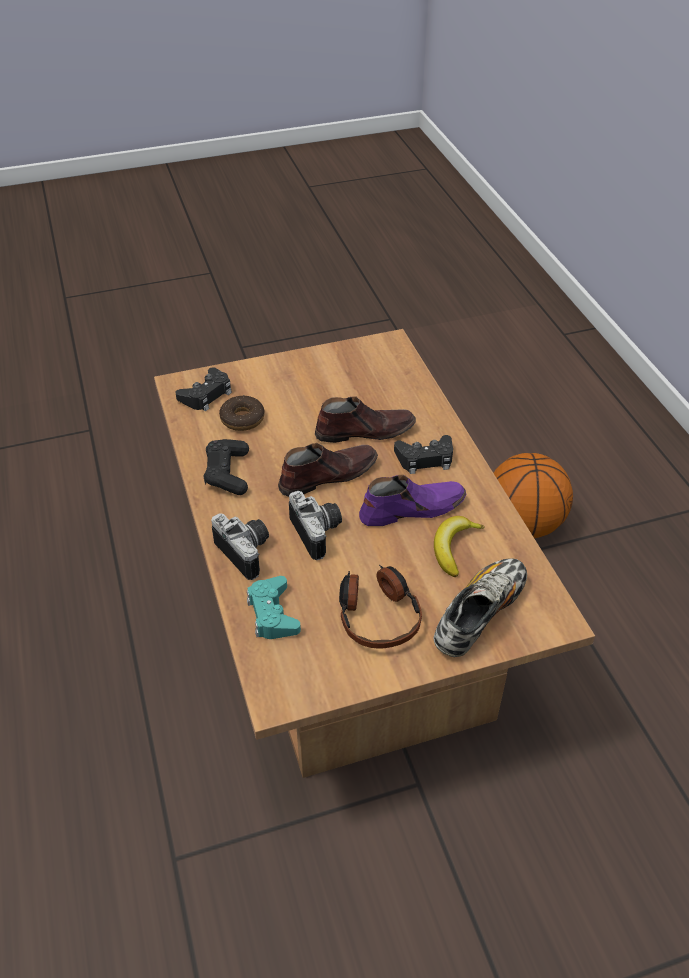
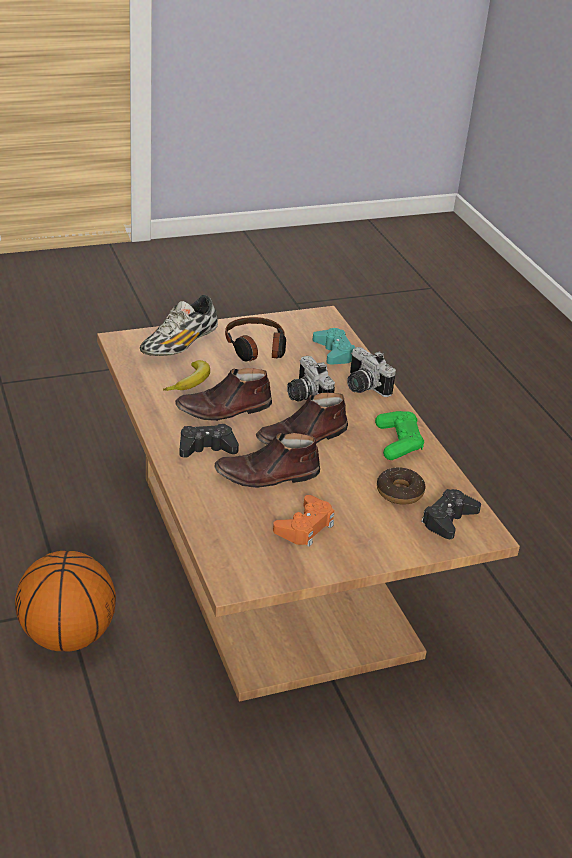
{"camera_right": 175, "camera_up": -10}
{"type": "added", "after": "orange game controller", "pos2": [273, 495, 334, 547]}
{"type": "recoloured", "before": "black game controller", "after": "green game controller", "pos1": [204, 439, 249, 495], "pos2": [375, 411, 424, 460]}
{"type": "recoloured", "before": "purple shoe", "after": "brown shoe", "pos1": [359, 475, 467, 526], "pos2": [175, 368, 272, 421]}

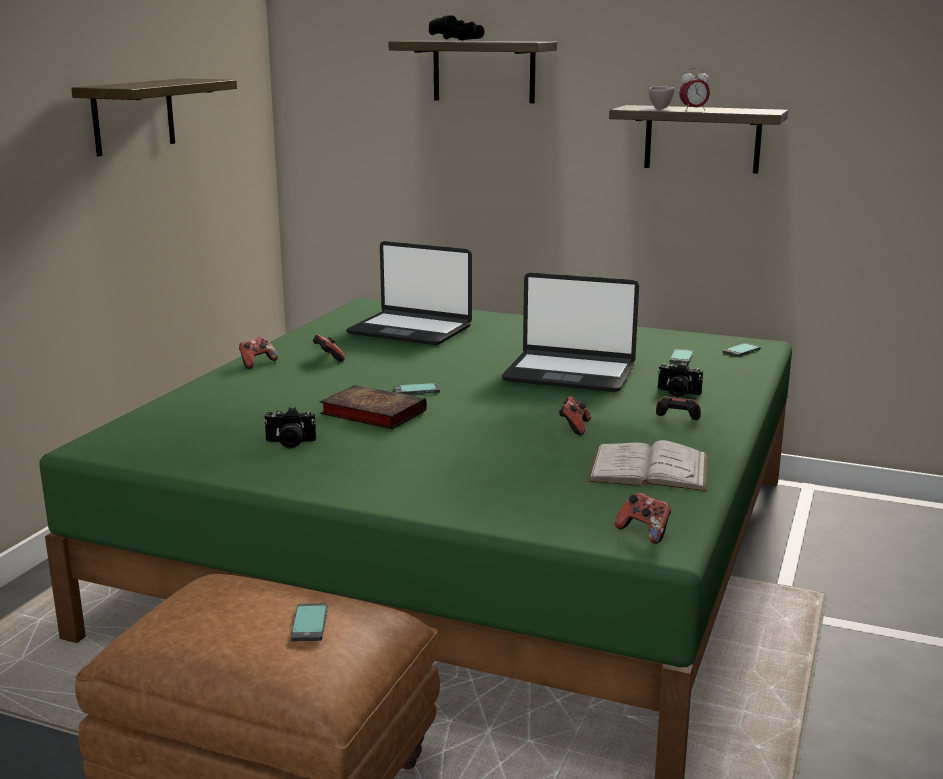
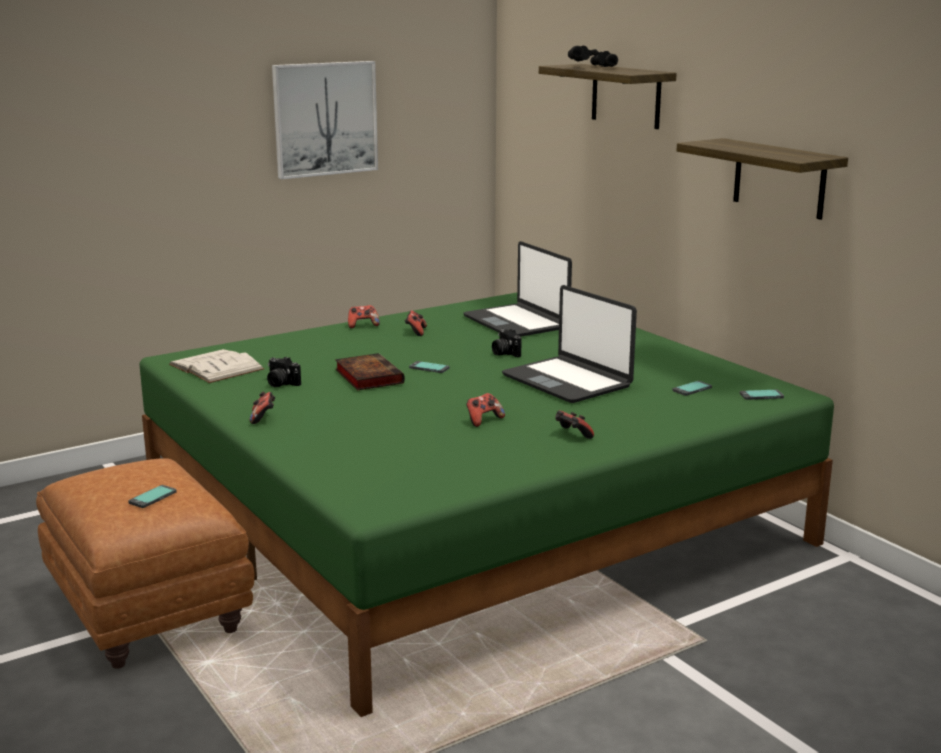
{"camera_right": 35, "camera_up": 0}
{"type": "removed", "before": "beige cup", "pos1": [649, 86, 675, 109]}
{"type": "removed", "before": "alarm clock", "pos1": [679, 68, 710, 111]}
{"type": "moved", "before": "white book", "pos1": [588, 440, 708, 491], "pos2": [169, 349, 264, 383]}
{"type": "moved", "before": "game controller", "pos1": [615, 493, 671, 544], "pos2": [250, 391, 275, 424]}
{"type": "moved", "before": "photo camera", "pos1": [658, 362, 703, 397], "pos2": [492, 328, 522, 357]}
{"type": "replaced", "before": "shelf", "after": "picture", "pos1": [71, 78, 237, 156], "pos2": [272, 61, 378, 179]}

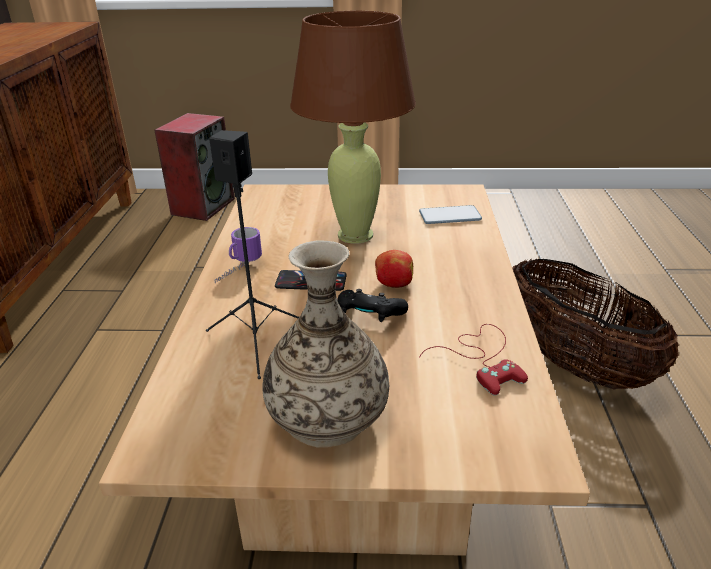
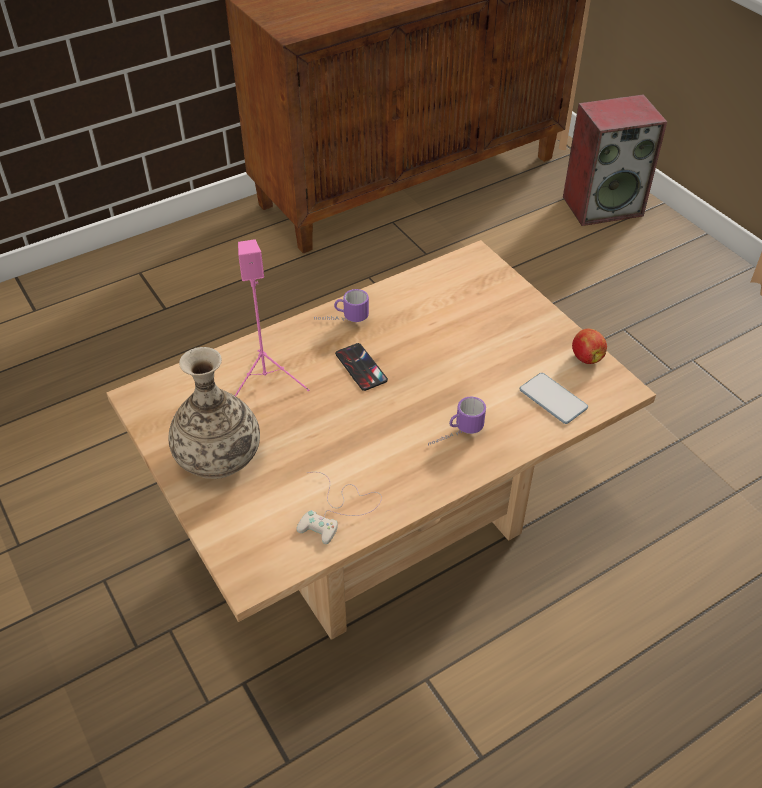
{"camera_right": 55, "camera_up": 15}
{"type": "removed", "before": "brown table lamp", "pos1": [290, 10, 416, 244]}
{"type": "removed", "before": "black game controller", "pos1": [337, 289, 408, 322]}
{"type": "removed", "before": "basket", "pos1": [512, 258, 679, 390]}
{"type": "added", "after": "mug", "pos2": [428, 397, 486, 446]}
{"type": "moved", "before": "apple", "pos1": [375, 250, 413, 288], "pos2": [572, 329, 607, 364]}
{"type": "recoloured", "before": "black speaker", "after": "pink speaker", "pos1": [206, 130, 299, 379], "pos2": [235, 239, 309, 396]}
{"type": "recoloured", "before": "red game controller", "after": "white game controller", "pos1": [419, 324, 528, 396], "pos2": [296, 472, 382, 544]}

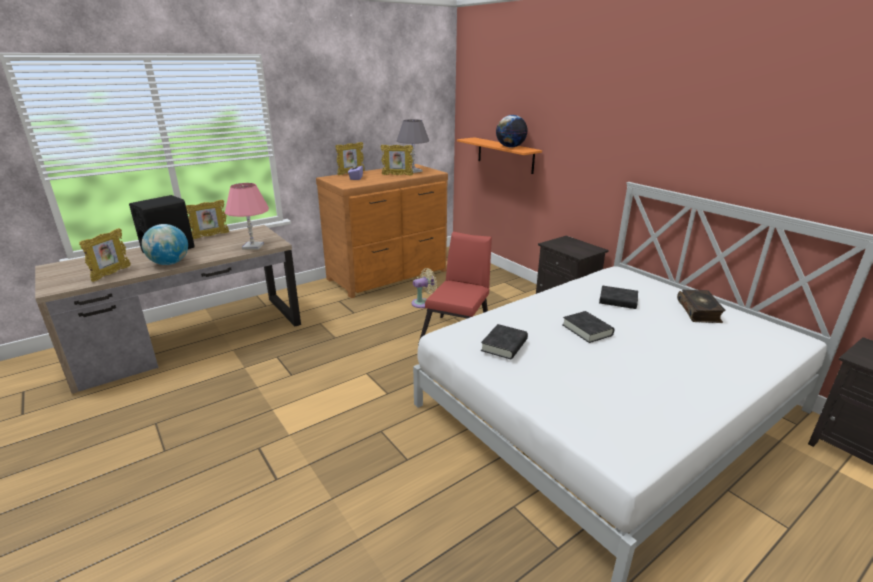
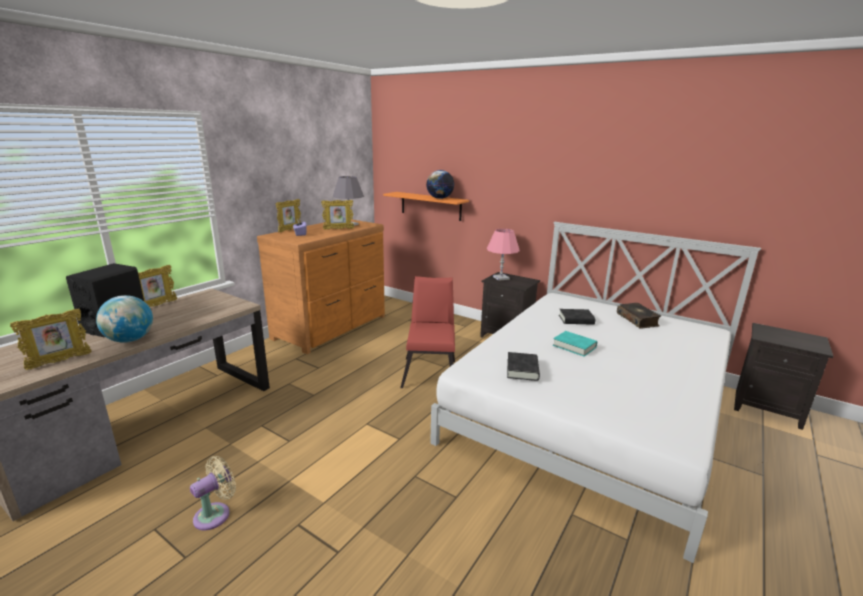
{"camera_right": -20, "camera_up": -5}
{"type": "moved", "before": "pink table lamp", "pos1": [225, 183, 269, 250], "pos2": [487, 229, 520, 281]}
{"type": "moved", "before": "beige fan", "pos1": [411, 268, 437, 308], "pos2": [190, 456, 236, 530]}
{"type": "recoloured", "before": "black book", "after": "turquoise book", "pos1": [562, 311, 614, 343], "pos2": [553, 331, 597, 357]}
{"type": "turned", "before": "picture frame", "pos1": [79, 228, 131, 282], "pos2": [10, 308, 92, 370], "turn": 45}

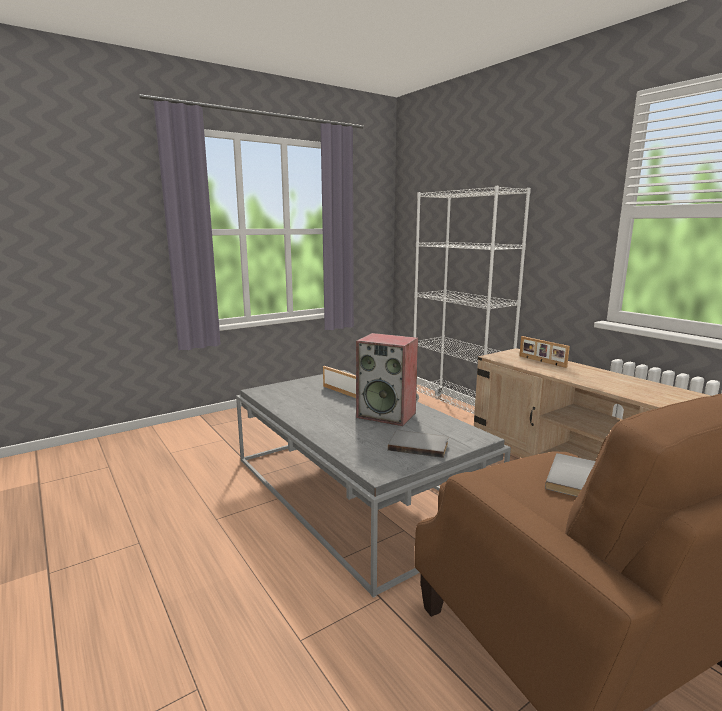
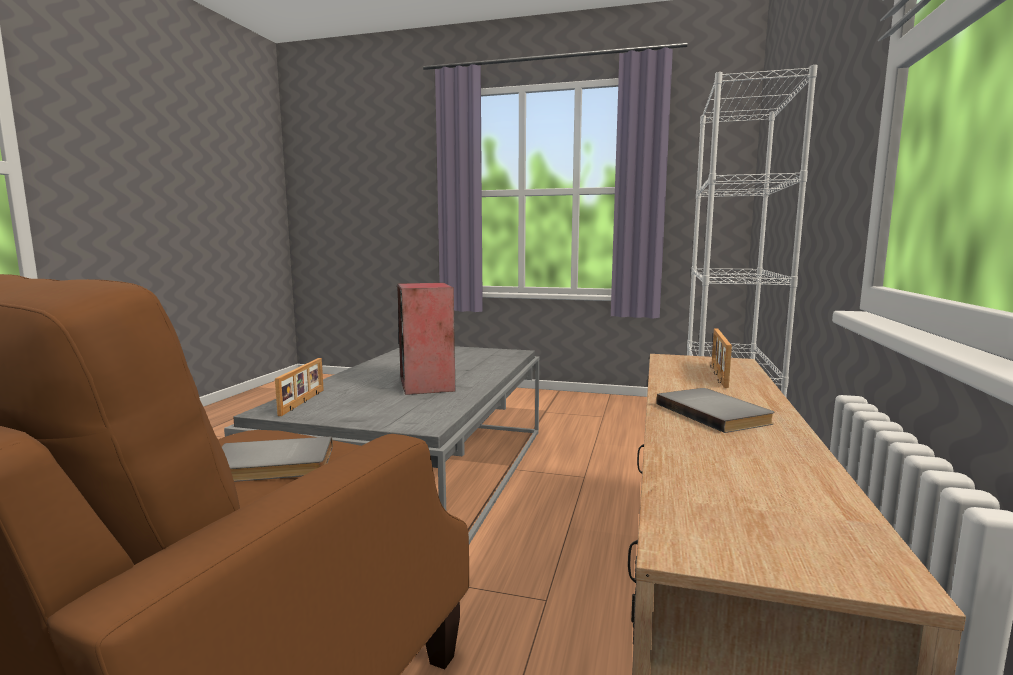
{"camera_right": 50, "camera_up": -5}
{"type": "moved", "before": "picture frame", "pos1": [323, 366, 356, 398], "pos2": [275, 358, 324, 416]}
{"type": "moved", "before": "grey book", "pos1": [388, 430, 448, 458], "pos2": [656, 388, 775, 433]}

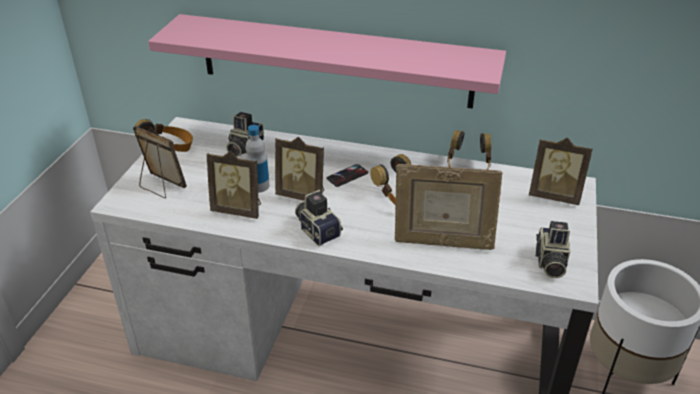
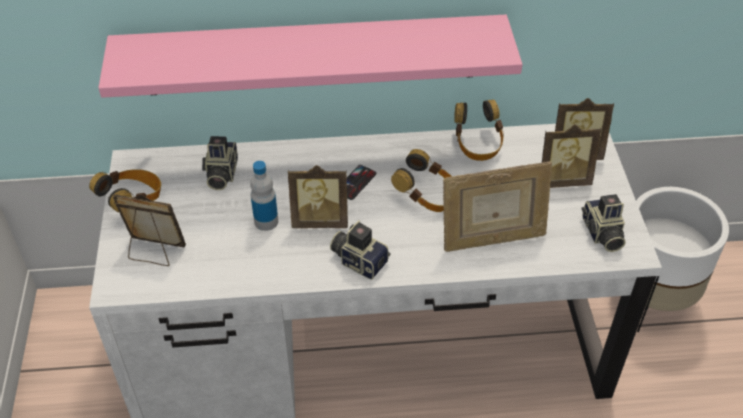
{"camera_right": -20, "camera_up": 10}
{"type": "moved", "before": "picture frame", "pos1": [206, 151, 261, 219], "pos2": [542, 124, 602, 188]}

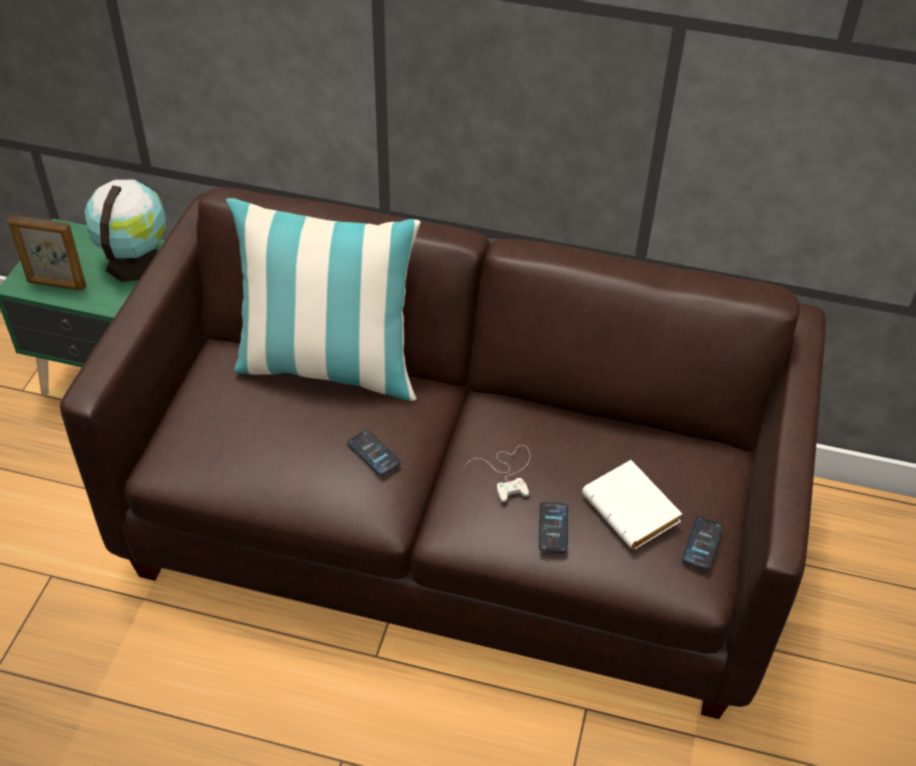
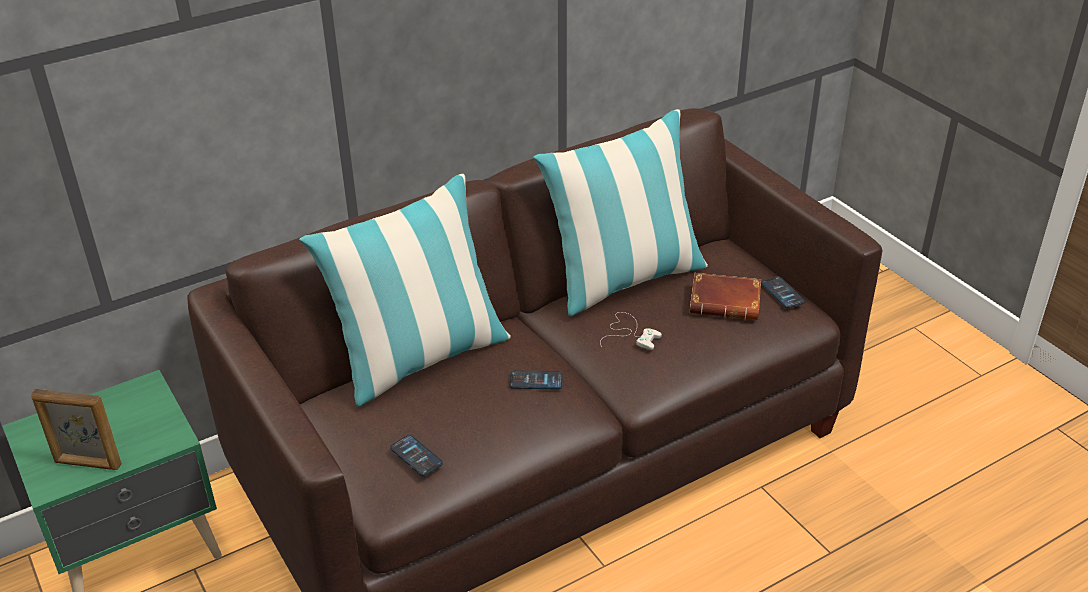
{"camera_right": -45, "camera_up": -10}
{"type": "removed", "before": "globe", "pos1": [84, 180, 167, 282]}
{"type": "added", "after": "pillow", "pos2": [533, 109, 708, 316]}
{"type": "moved", "before": "phone", "pos1": [539, 502, 568, 553], "pos2": [390, 435, 443, 476]}
{"type": "recoloured", "before": "white book", "after": "brown book", "pos1": [582, 460, 682, 550], "pos2": [690, 273, 761, 320]}
{"type": "turned", "before": "picture frame", "pos1": [7, 215, 86, 291], "pos2": [31, 389, 122, 470], "turn": 45}

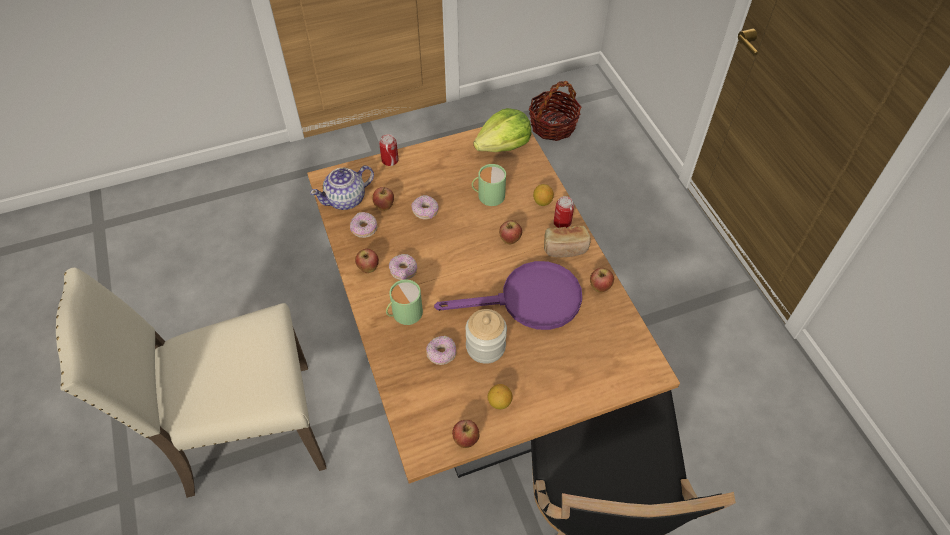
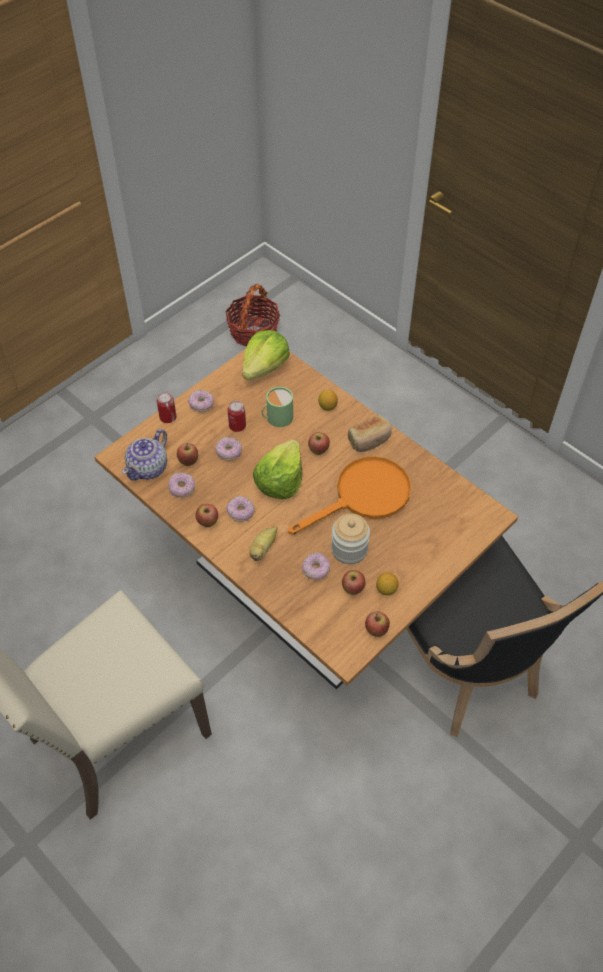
{"camera_right": -25, "camera_up": 0}
{"type": "added", "after": "donut", "pos2": [188, 390, 214, 412]}
{"type": "added", "after": "lettuce", "pos2": [253, 440, 302, 500]}
{"type": "moved", "before": "can", "pos1": [554, 196, 574, 228], "pos2": [228, 401, 246, 432]}
{"type": "moved", "before": "apple", "pos1": [590, 268, 614, 292], "pos2": [342, 570, 366, 595]}
{"type": "replaced", "before": "green mug", "after": "banana", "pos1": [386, 280, 423, 325], "pos2": [249, 526, 278, 561]}
{"type": "recoloured", "before": "purple frying pan", "after": "orange frying pan", "pos1": [434, 261, 582, 330], "pos2": [288, 456, 411, 535]}

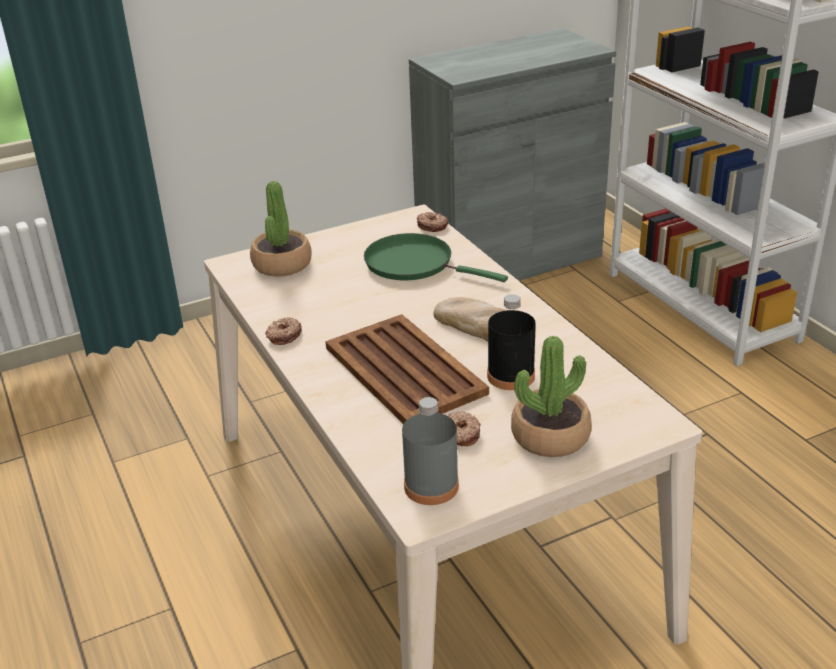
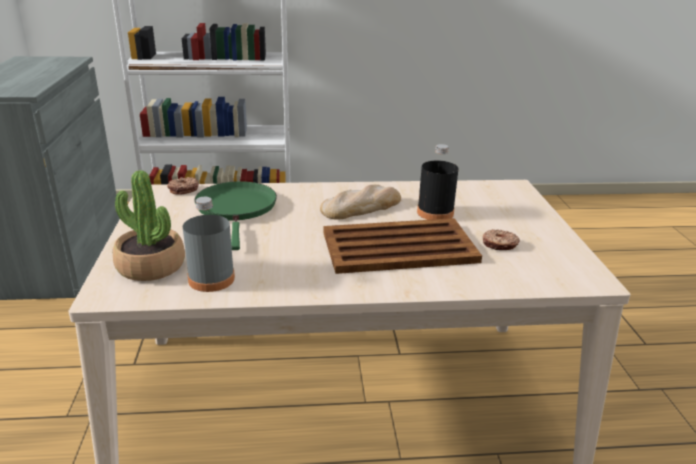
{"camera_right": -70, "camera_up": -5}
{"type": "removed", "before": "donut", "pos1": [265, 317, 302, 345]}
{"type": "removed", "before": "potted plant", "pos1": [511, 336, 592, 457]}
{"type": "moved", "before": "grey bottle", "pos1": [402, 397, 459, 505], "pos2": [183, 197, 235, 292]}
{"type": "turned", "before": "green frying pan", "pos1": [364, 233, 508, 282], "pos2": [195, 181, 277, 250], "turn": 120}

